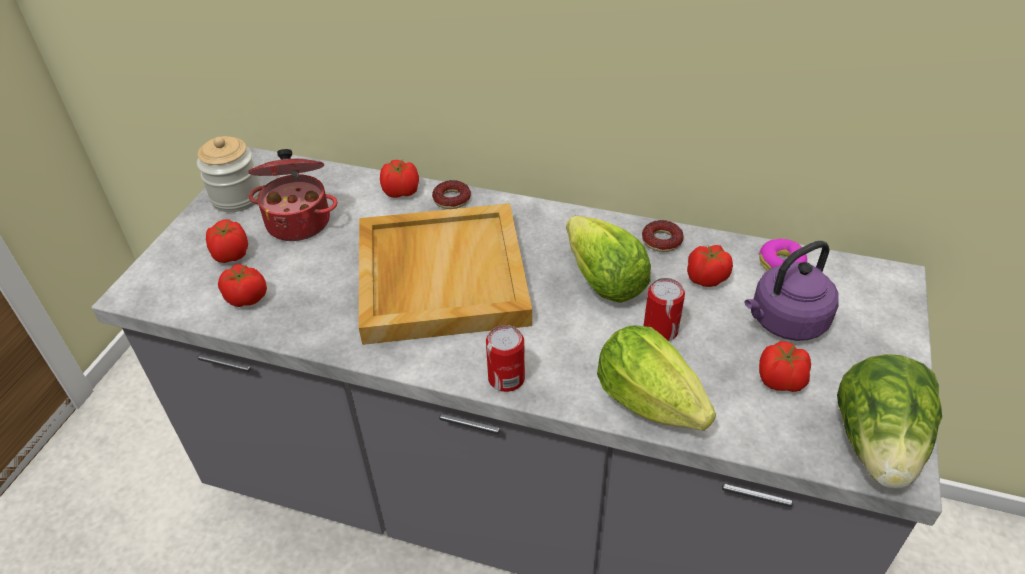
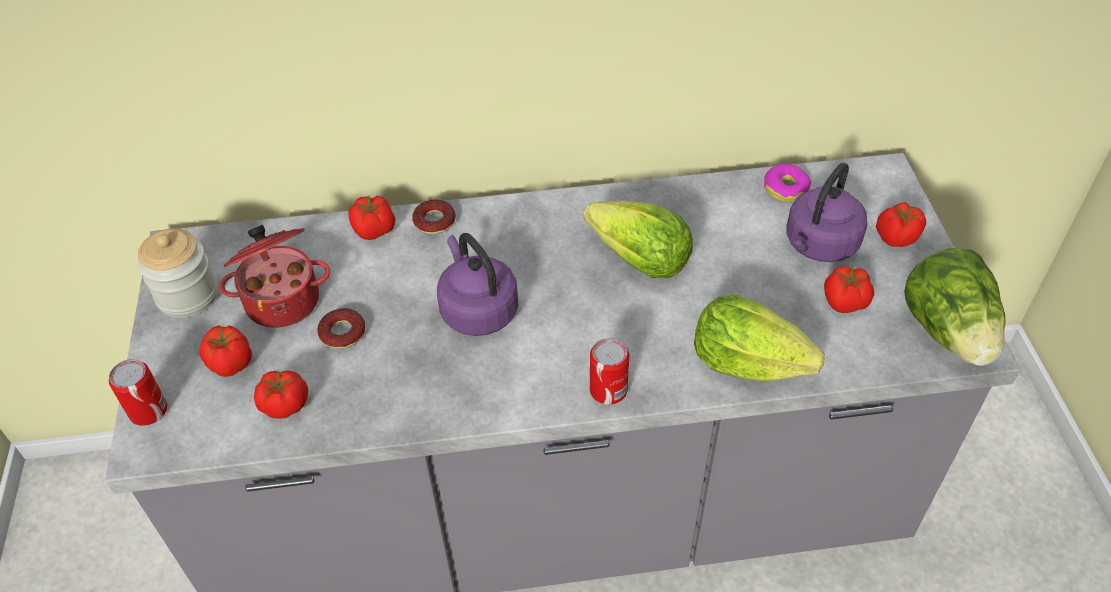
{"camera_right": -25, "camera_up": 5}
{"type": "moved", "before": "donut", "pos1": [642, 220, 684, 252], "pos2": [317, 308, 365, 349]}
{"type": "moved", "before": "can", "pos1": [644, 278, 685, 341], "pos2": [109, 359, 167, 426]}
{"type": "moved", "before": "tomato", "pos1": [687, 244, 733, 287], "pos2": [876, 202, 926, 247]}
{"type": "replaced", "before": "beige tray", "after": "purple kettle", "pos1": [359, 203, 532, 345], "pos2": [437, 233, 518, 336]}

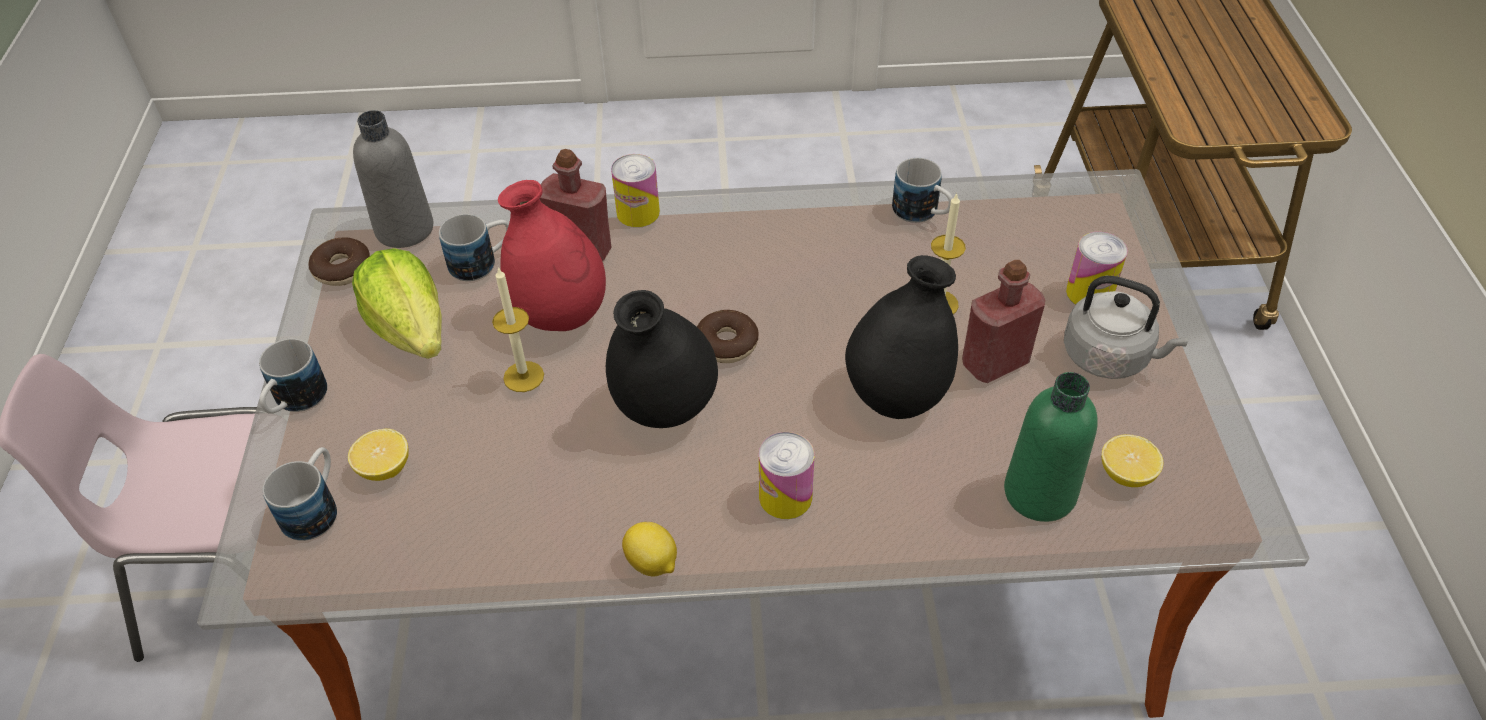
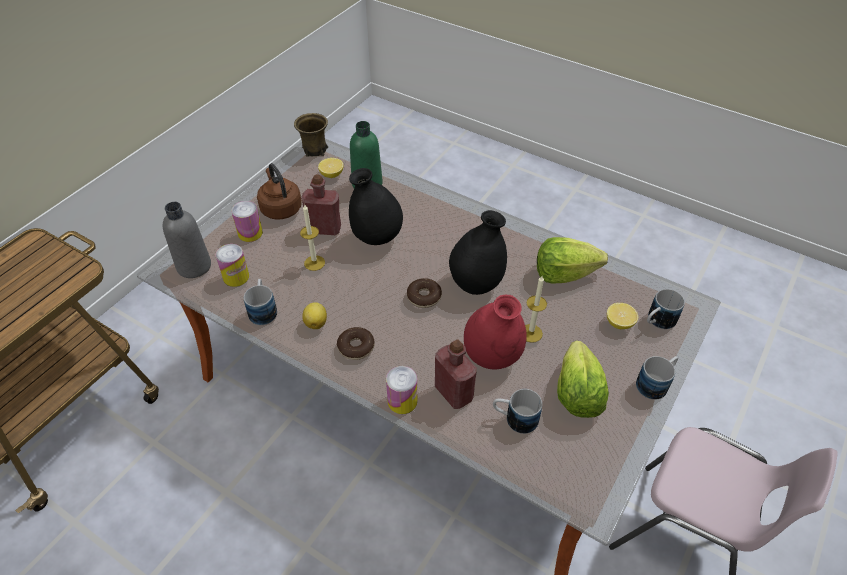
{"camera_right": -145, "camera_up": 0}
{"type": "added", "after": "brown mug", "pos2": [294, 113, 328, 157]}
{"type": "added", "after": "lettuce", "pos2": [537, 237, 608, 283]}
{"type": "moved", "before": "donut", "pos1": [309, 237, 370, 286], "pos2": [337, 327, 375, 360]}
{"type": "moved", "before": "grey bottle", "pos1": [353, 110, 433, 248], "pos2": [163, 202, 211, 278]}
{"type": "moved", "before": "lemon", "pos1": [622, 522, 677, 576], "pos2": [302, 302, 327, 329]}
{"type": "moved", "before": "can", "pos1": [759, 432, 814, 519], "pos2": [216, 244, 249, 287]}
{"type": "recoloured", "before": "grey kettle", "after": "brown kettle", "pos1": [1064, 276, 1188, 379], "pos2": [257, 163, 302, 220]}

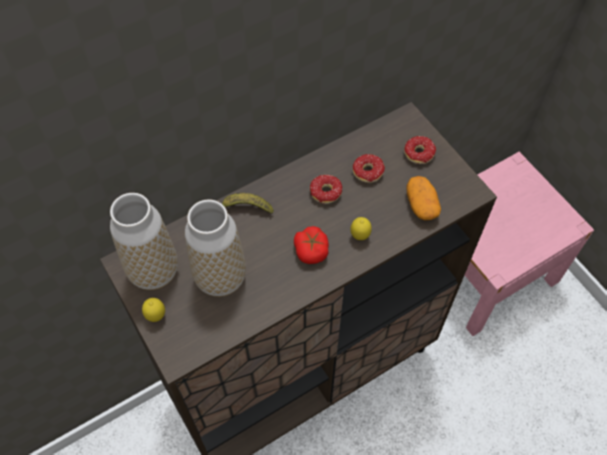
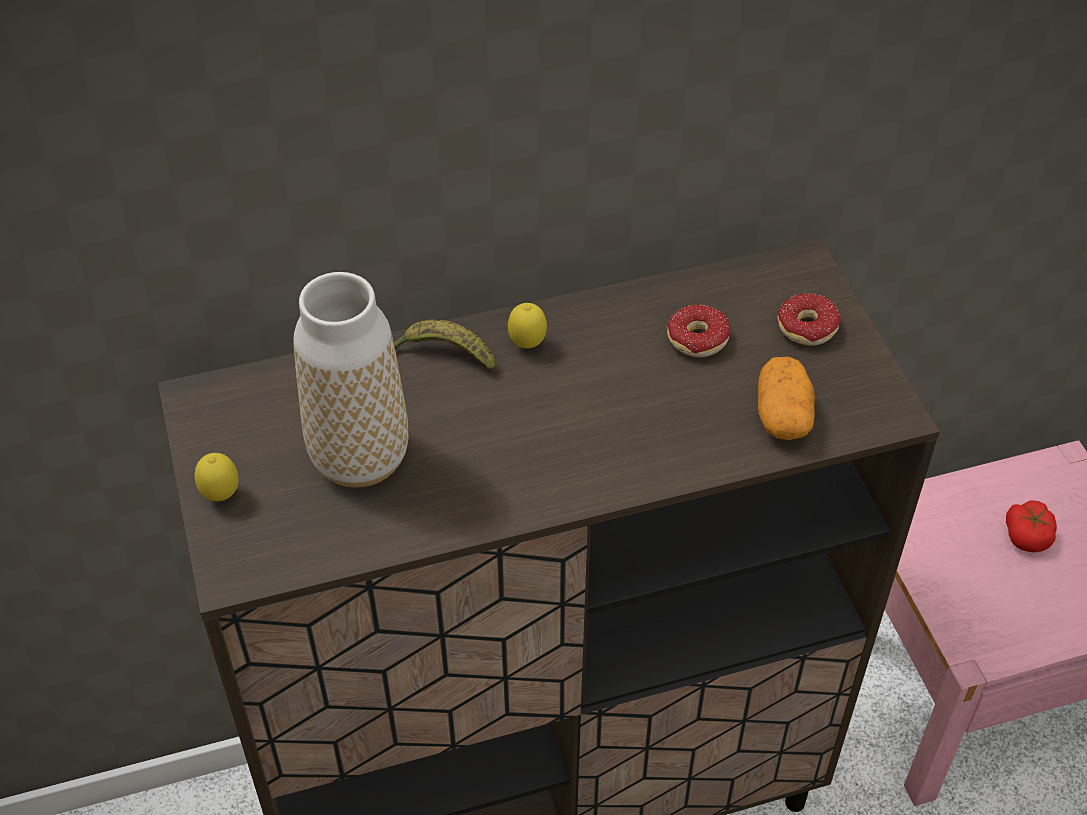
{"camera_right": 15, "camera_up": -10}
{"type": "removed", "before": "vase", "pos1": [110, 193, 178, 290]}
{"type": "removed", "before": "donut", "pos1": [310, 175, 342, 204]}
{"type": "moved", "before": "tomato", "pos1": [294, 226, 329, 264], "pos2": [1006, 500, 1057, 553]}
{"type": "moved", "before": "lemon", "pos1": [350, 217, 372, 240], "pos2": [508, 303, 547, 348]}

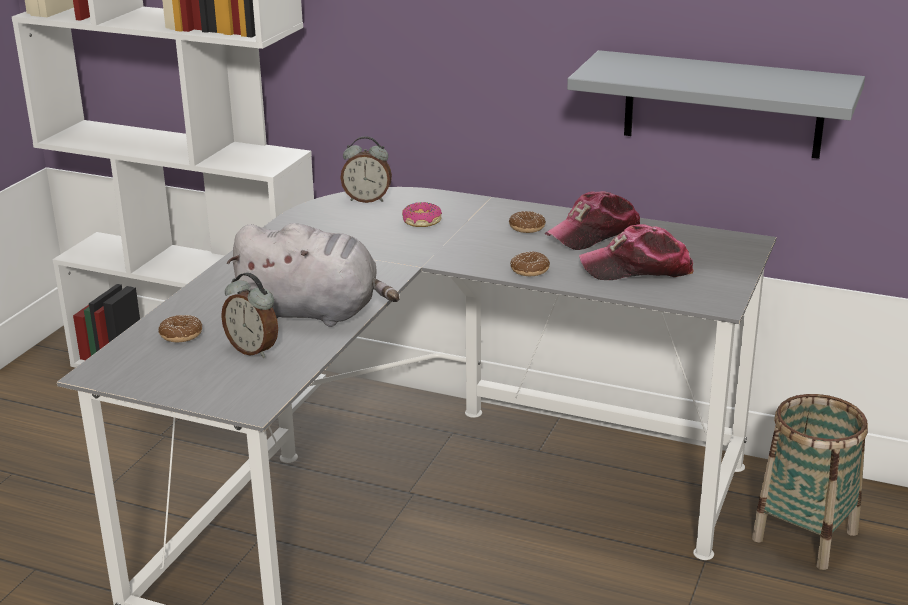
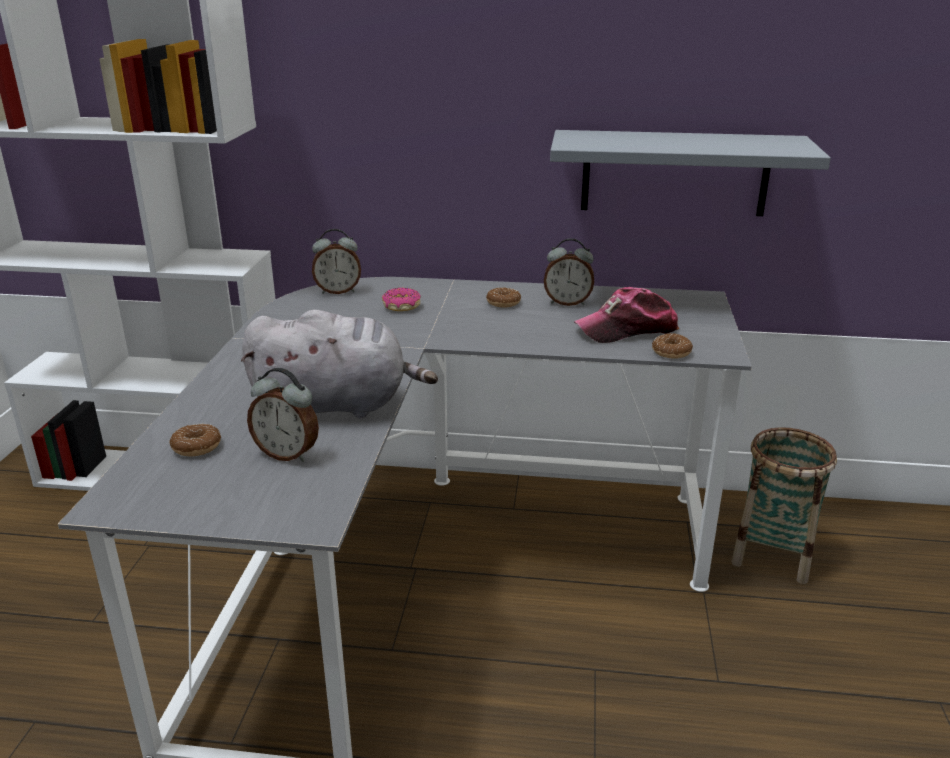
{"camera_right": -15, "camera_up": 0}
{"type": "moved", "before": "donut", "pos1": [510, 251, 550, 276], "pos2": [652, 333, 693, 359]}
{"type": "replaced", "before": "cap", "after": "alarm clock", "pos1": [545, 191, 640, 250], "pos2": [544, 238, 594, 306]}

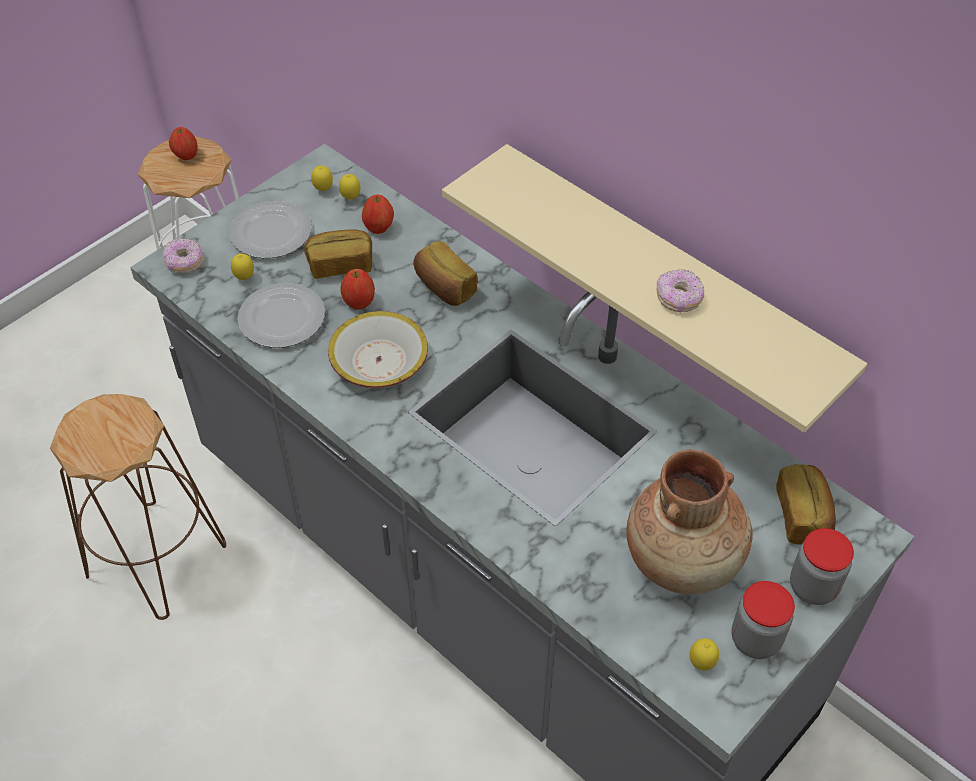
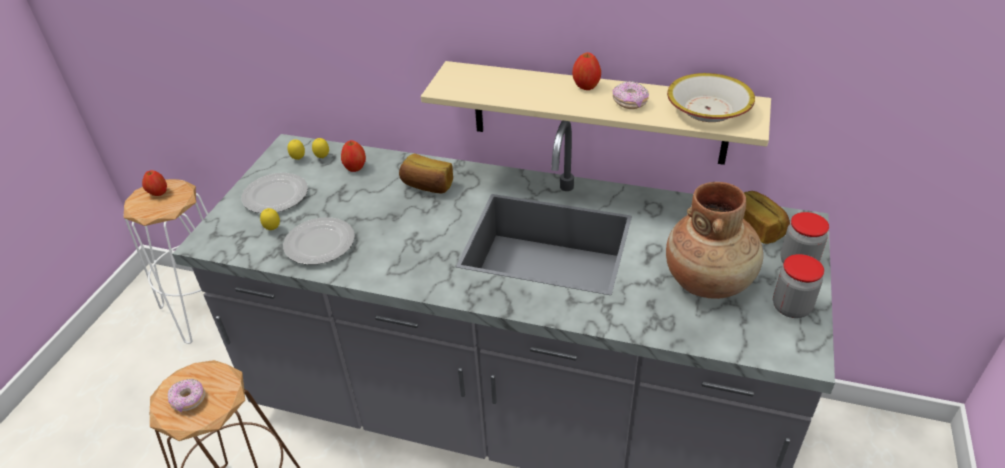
{"camera_right": -25, "camera_up": -10}
{"type": "removed", "before": "bread", "pos1": [304, 230, 372, 279]}
{"type": "removed", "before": "lemon", "pos1": [690, 638, 719, 670]}
{"type": "moved", "before": "donut", "pos1": [163, 238, 203, 273], "pos2": [167, 379, 205, 412]}
{"type": "moved", "before": "bowl", "pos1": [328, 311, 428, 388], "pos2": [667, 73, 755, 122]}
{"type": "moved", "before": "apple", "pos1": [340, 269, 375, 310], "pos2": [572, 52, 601, 90]}

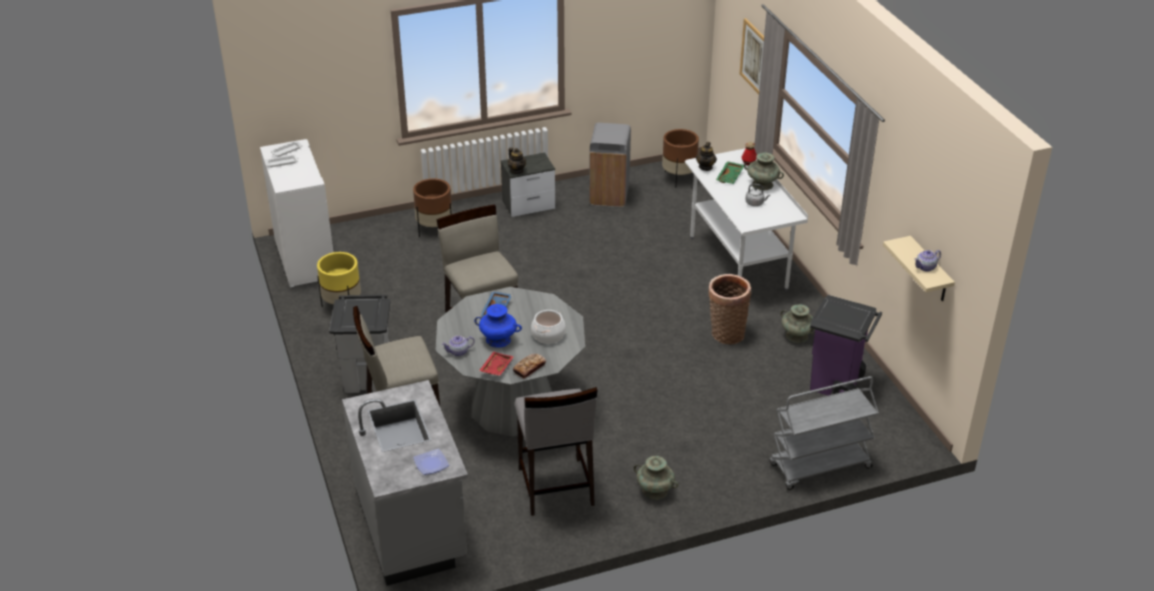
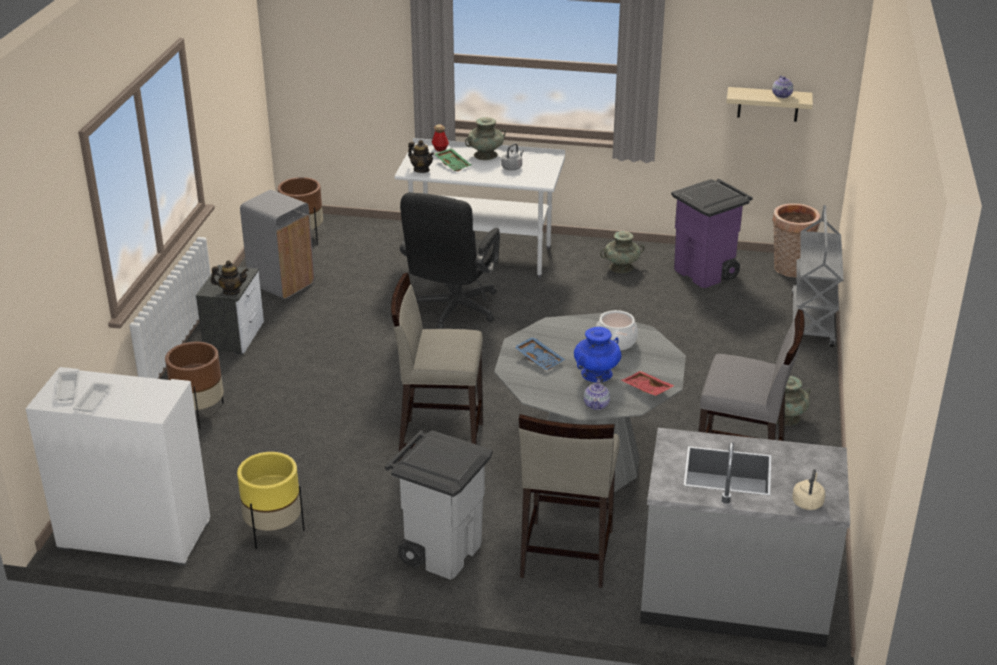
{"camera_right": -60, "camera_up": -5}
{"type": "removed", "before": "plate", "pos1": [413, 449, 449, 475]}
{"type": "removed", "before": "bread", "pos1": [513, 354, 546, 379]}
{"type": "removed", "before": "picture", "pos1": [740, 18, 764, 94]}
{"type": "added", "after": "black office chair", "pos2": [400, 192, 500, 329]}
{"type": "added", "after": "beige kettle", "pos2": [792, 469, 825, 510]}
{"type": "moved", "before": "basket", "pos1": [708, 274, 751, 344], "pos2": [772, 203, 820, 277]}

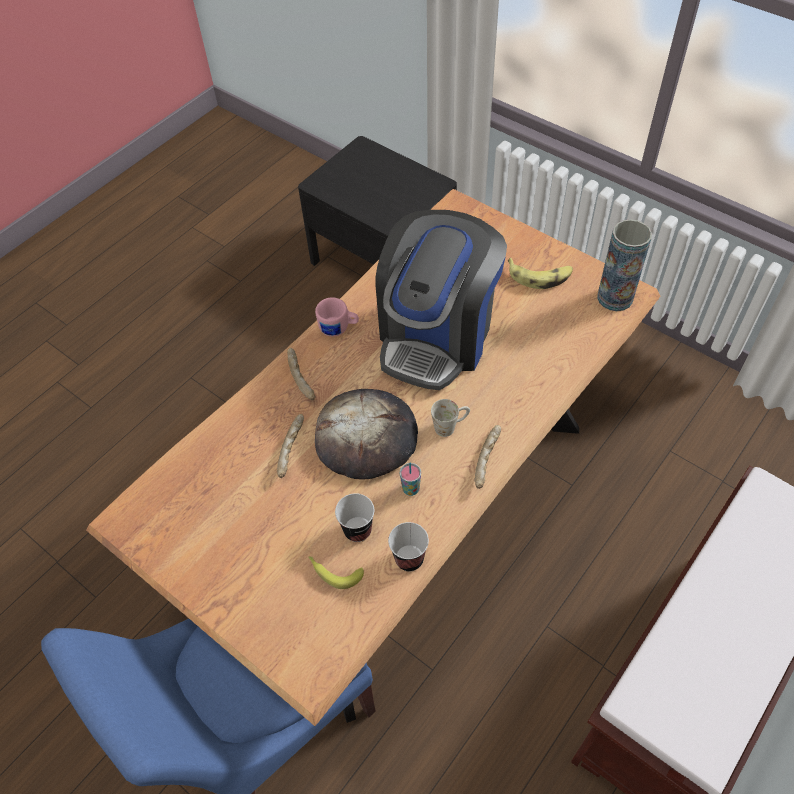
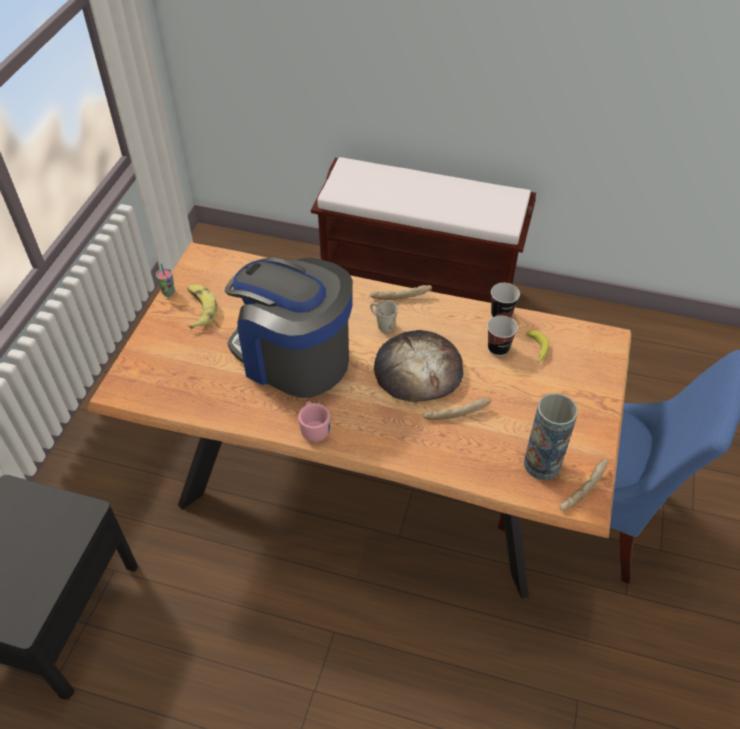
{"camera_right": -115, "camera_up": -5}
{"type": "moved", "before": "bread", "pos1": [287, 348, 316, 400], "pos2": [560, 459, 608, 511]}
{"type": "moved", "before": "cup", "pos1": [400, 463, 421, 496], "pos2": [156, 264, 175, 296]}
{"type": "moved", "before": "vase", "pos1": [597, 219, 652, 311], "pos2": [524, 393, 578, 480]}
{"type": "turned", "before": "coffee machine", "pos1": [376, 210, 507, 390], "pos2": [225, 257, 353, 398], "turn": -150}

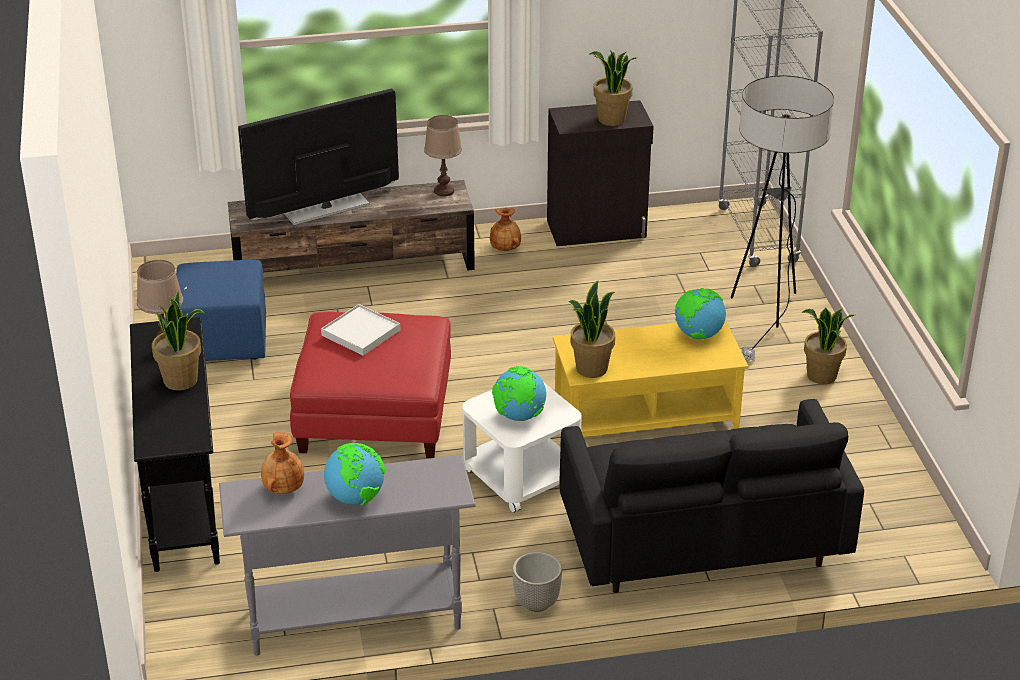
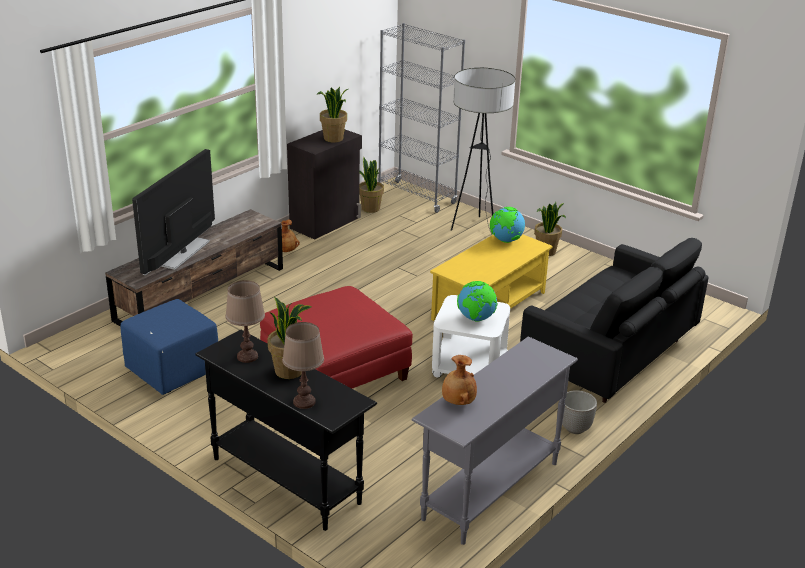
{"camera_right": -40, "camera_up": -5}
{"type": "removed", "before": "white tray", "pos1": [321, 304, 400, 356]}
{"type": "removed", "before": "globe", "pos1": [324, 443, 385, 505]}
{"type": "moved", "before": "brown table lamp", "pos1": [424, 115, 462, 196], "pos2": [282, 322, 324, 409]}
{"type": "moved", "before": "potted plant", "pos1": [569, 281, 615, 378], "pos2": [359, 157, 384, 213]}

